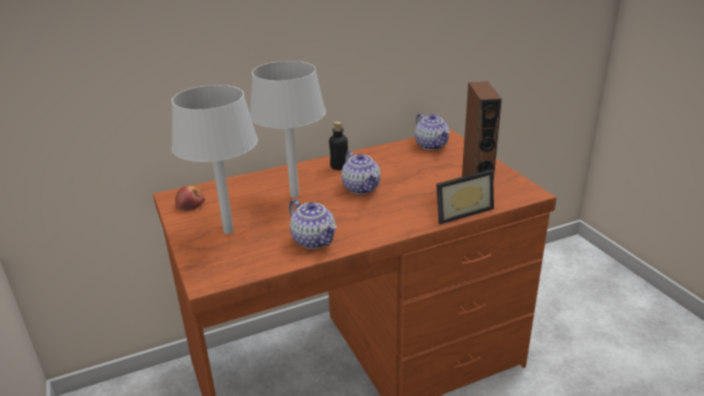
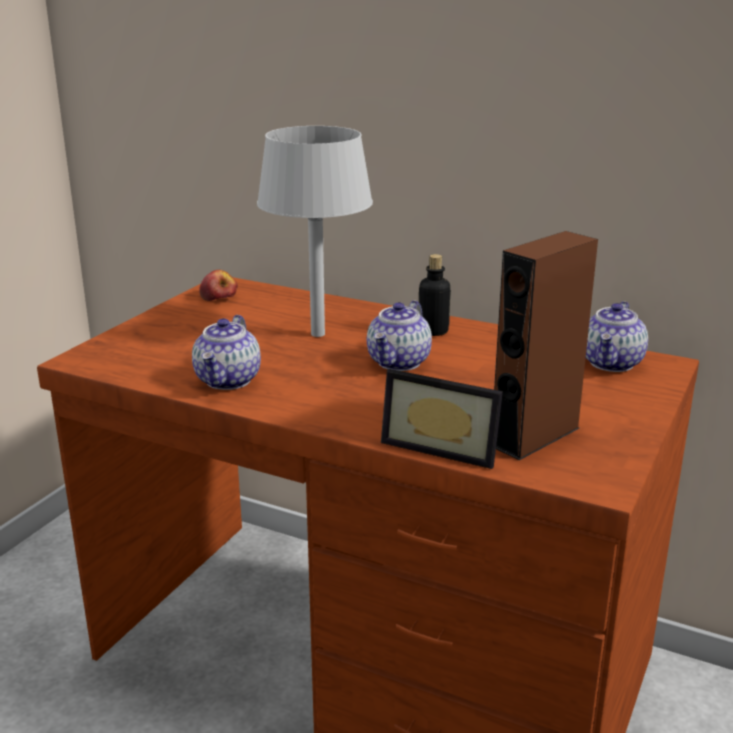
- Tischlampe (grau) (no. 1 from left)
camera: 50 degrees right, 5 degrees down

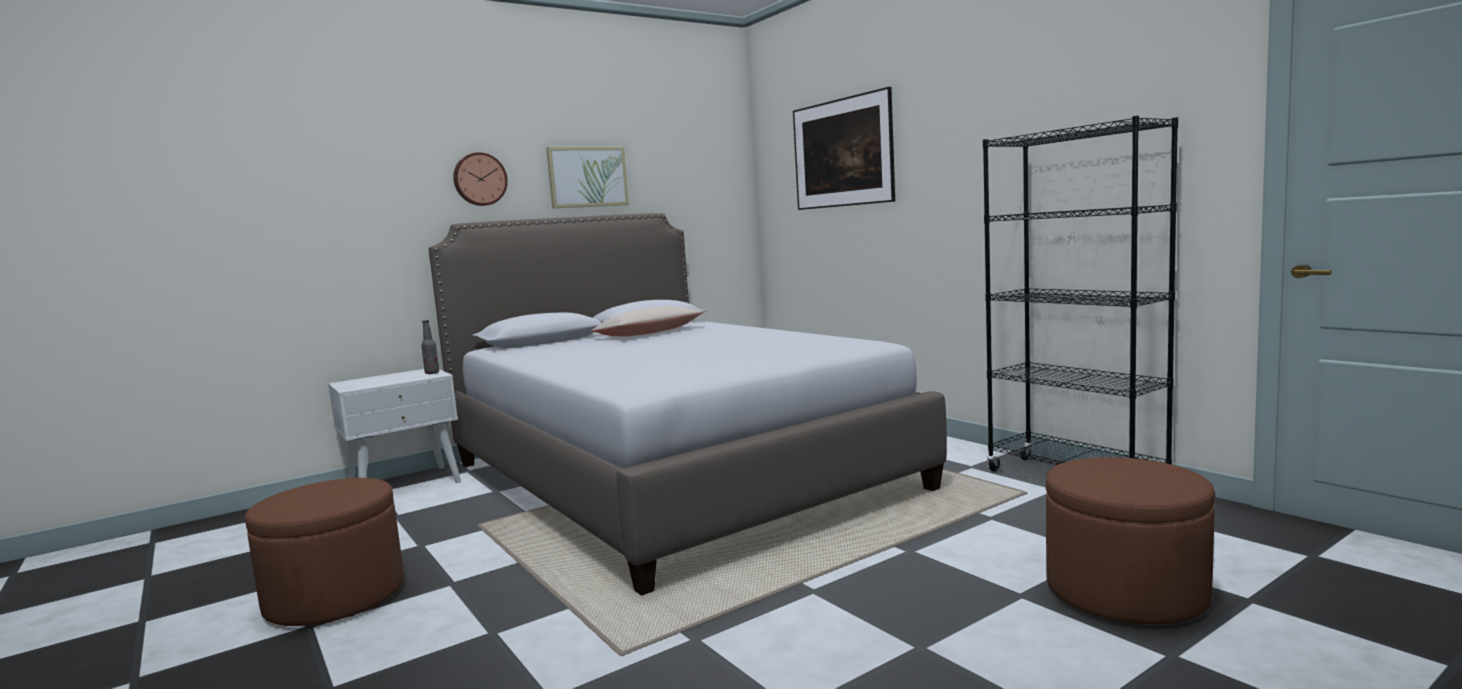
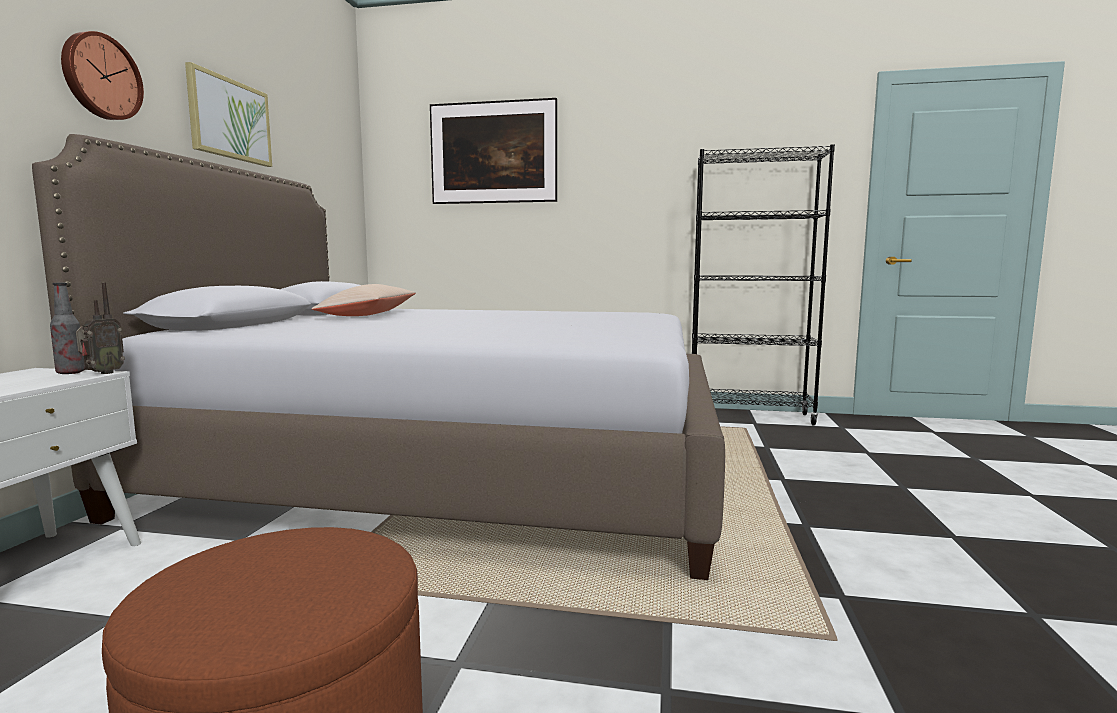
- Polsterhocker (braun) (no. 2 from left)
+ Radio
camera: 45 degrees left, 0 degrees up

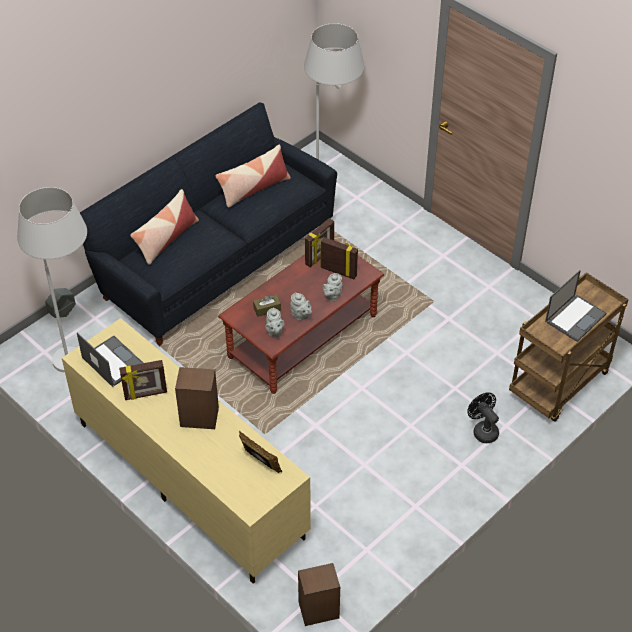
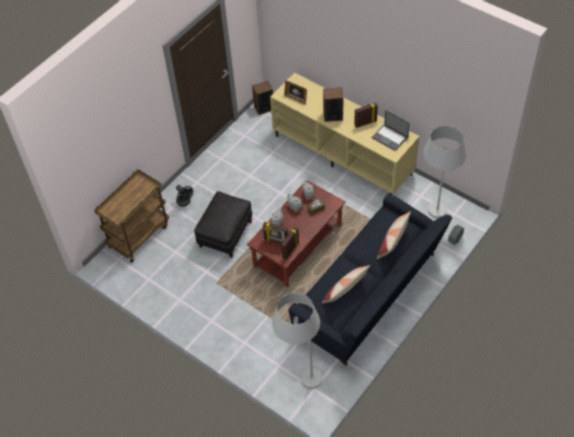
- Laptop (no. 2 from left)
+ Polsterhocker (schwarz)
camera: 175 degrees right, 5 degrees up

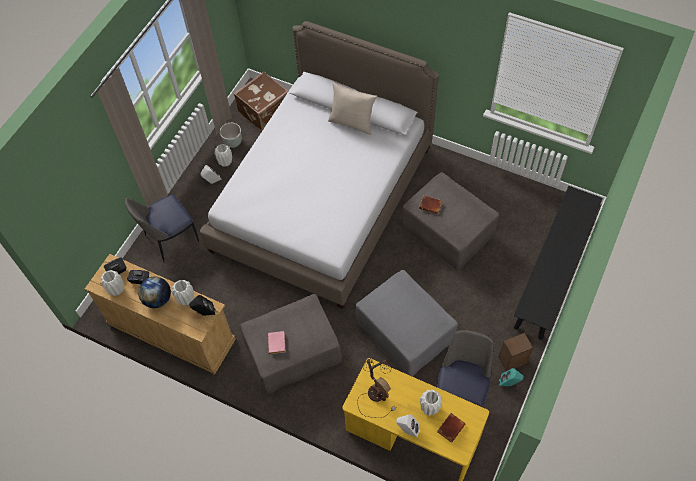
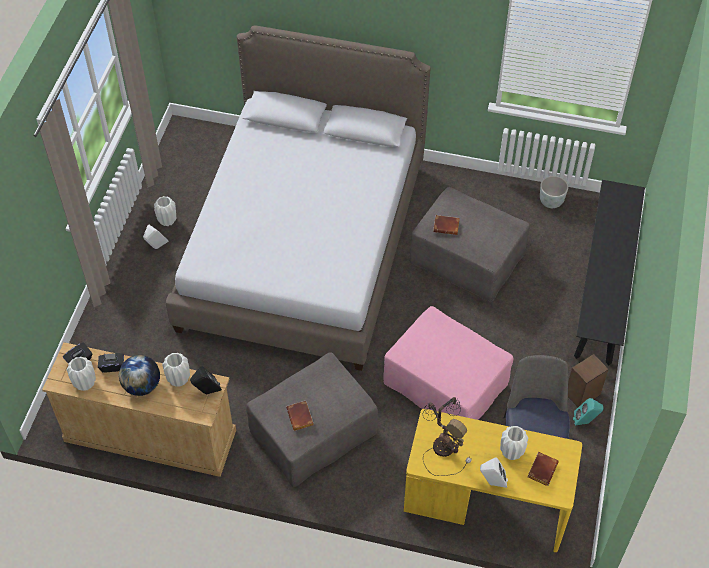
- Koffer (braun)
- Kissen (beige)
~ Pflanzkübel (grau)
- Stuhl (no. 1 from left)
~ Polsterhocker (grau) (no. 2 from left) to Polsterhocker (rosa)
~ Buch (rosa) to Buch (braun) (no. 1 from left)
camera: 15 degrees left, 5 degrees down

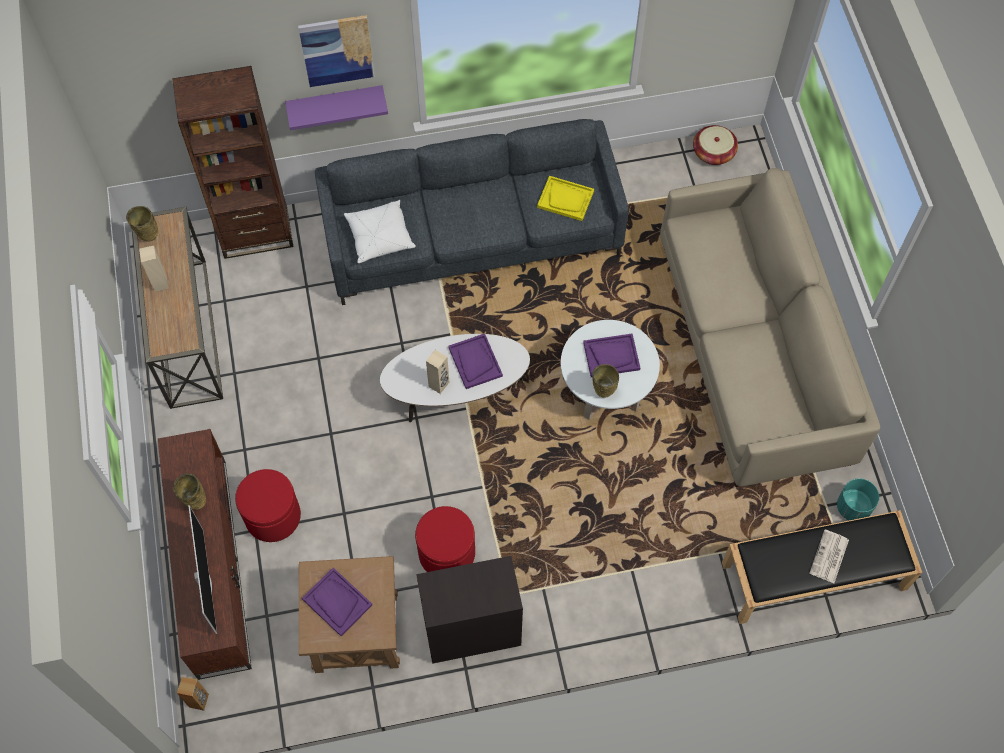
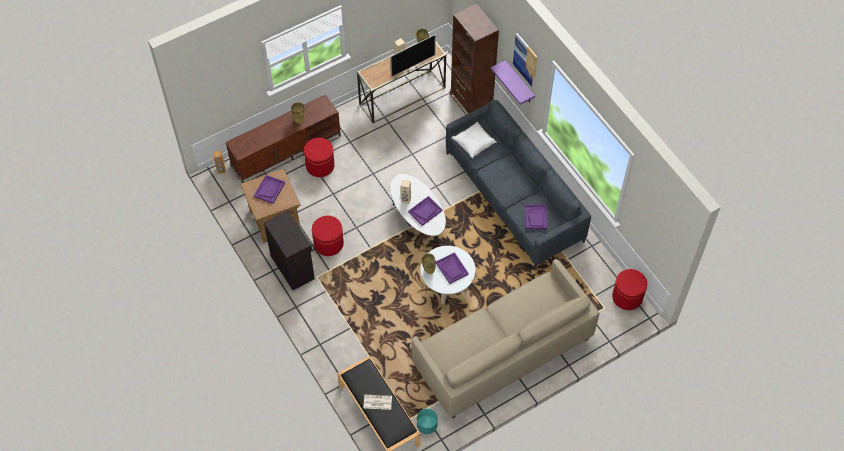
~ Korb to Polsterhocker (rot) (no. 3 from left)
~ Tablett (gelb) to Tablett (lila) (no. 4 from left)
~ Fernseher
camera: 70 degrees right, 5 degrees down

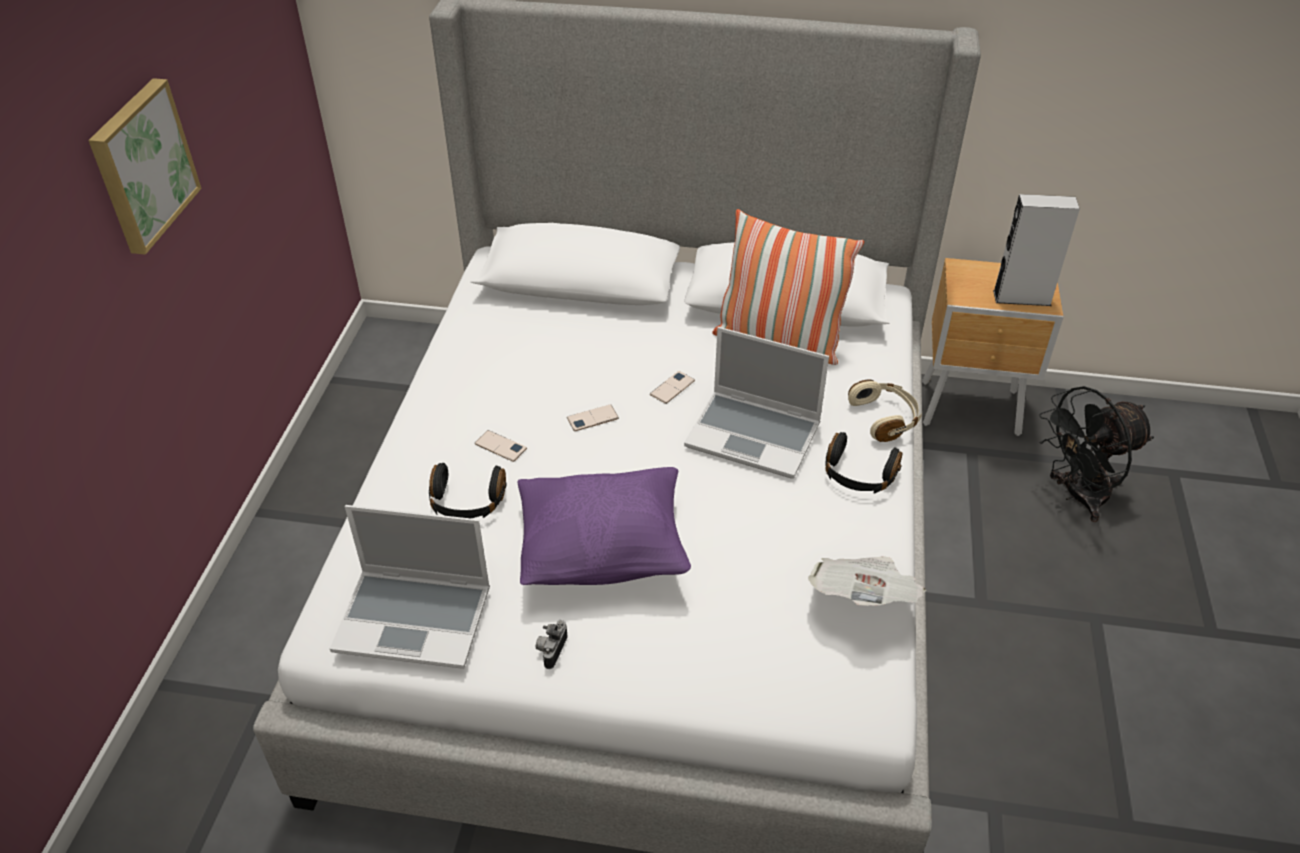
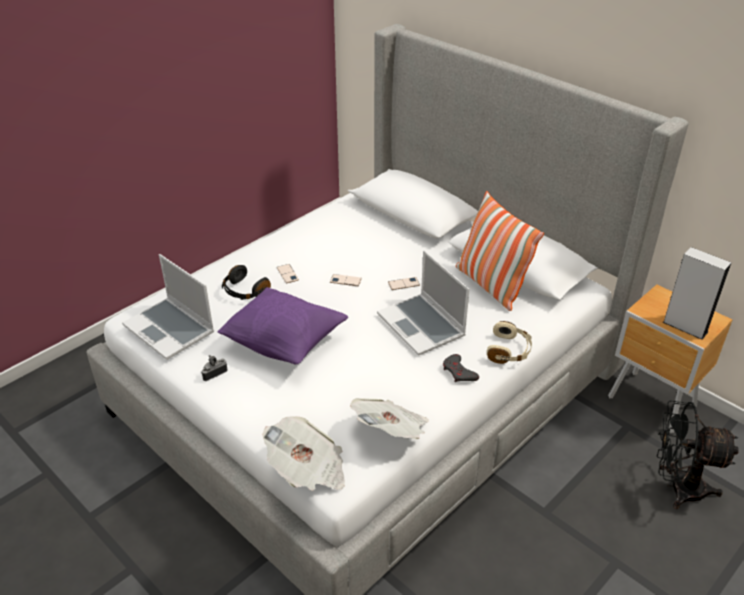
- Bild
~ Kopfhörer (schwarz) (no. 2 from left) to Gamepad (grau)
+ Zeitung (no. 1 from left)
camera: 35 degrees right, 5 degrees down

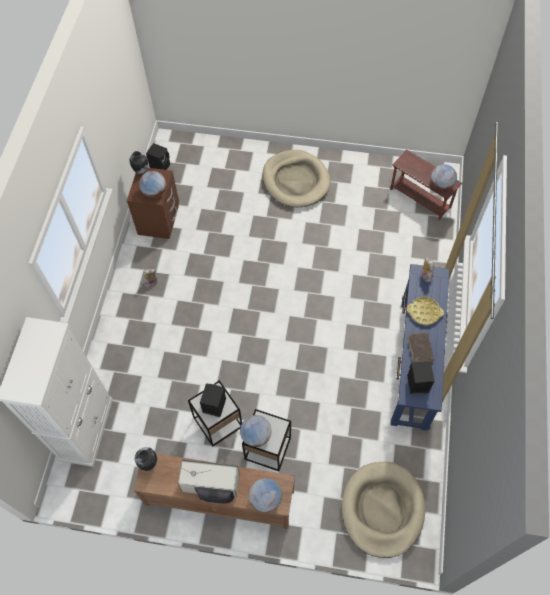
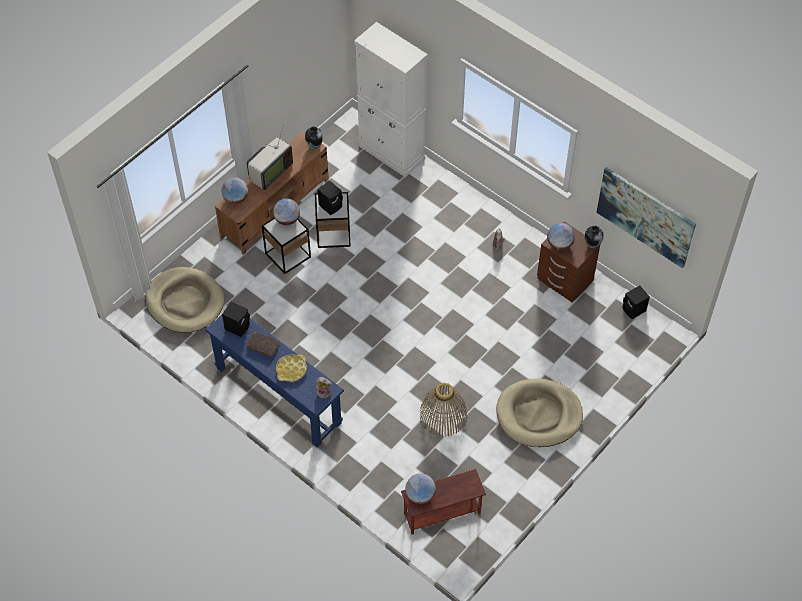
+ Bild
+ Korb
camera: 120 degrees right, 5 degrees down

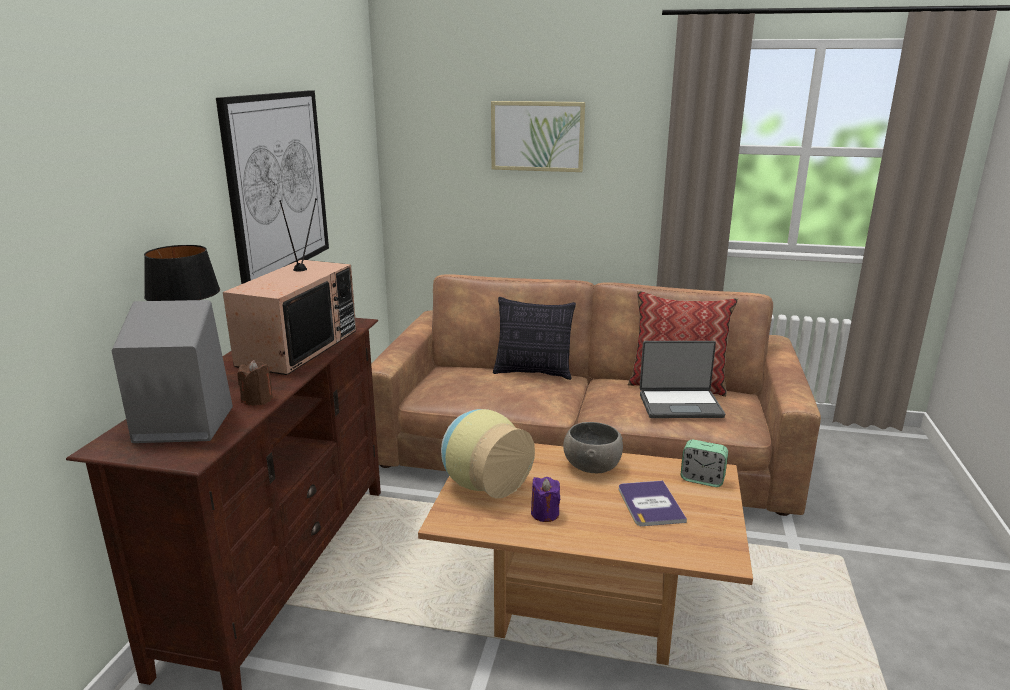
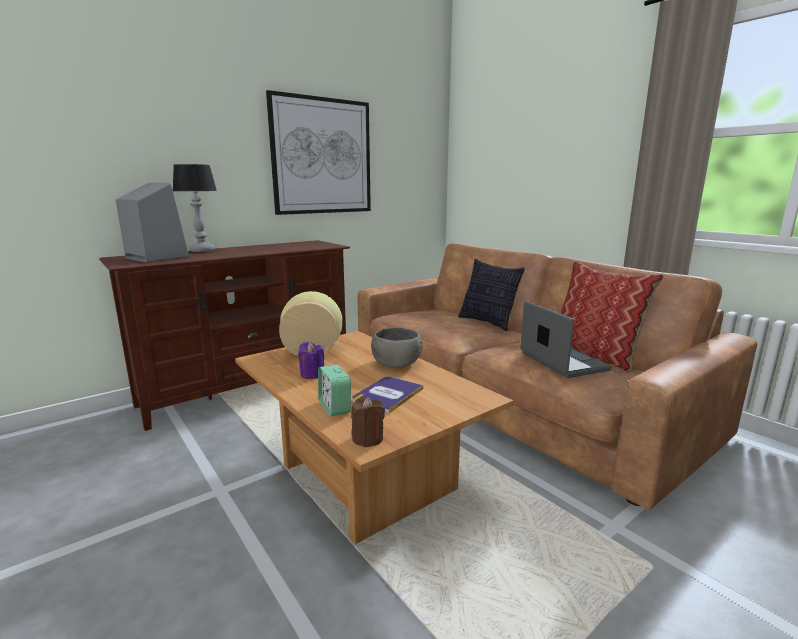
- Bild (no. 2 from left)
- Fernseher
~ Laptop 150 degrees counterclockwise
~ Kerze (braun)
~ Wecker
camera: 40 degrees right, 5 degrees down

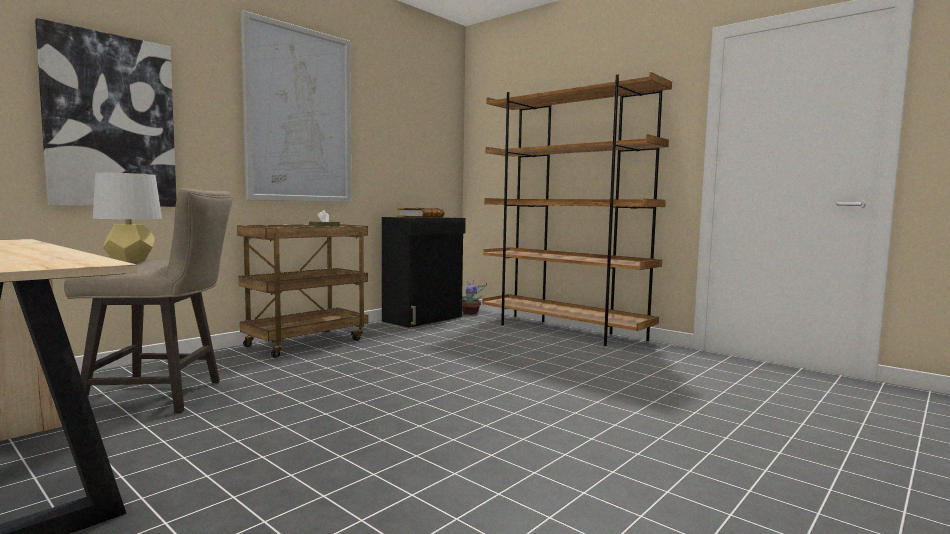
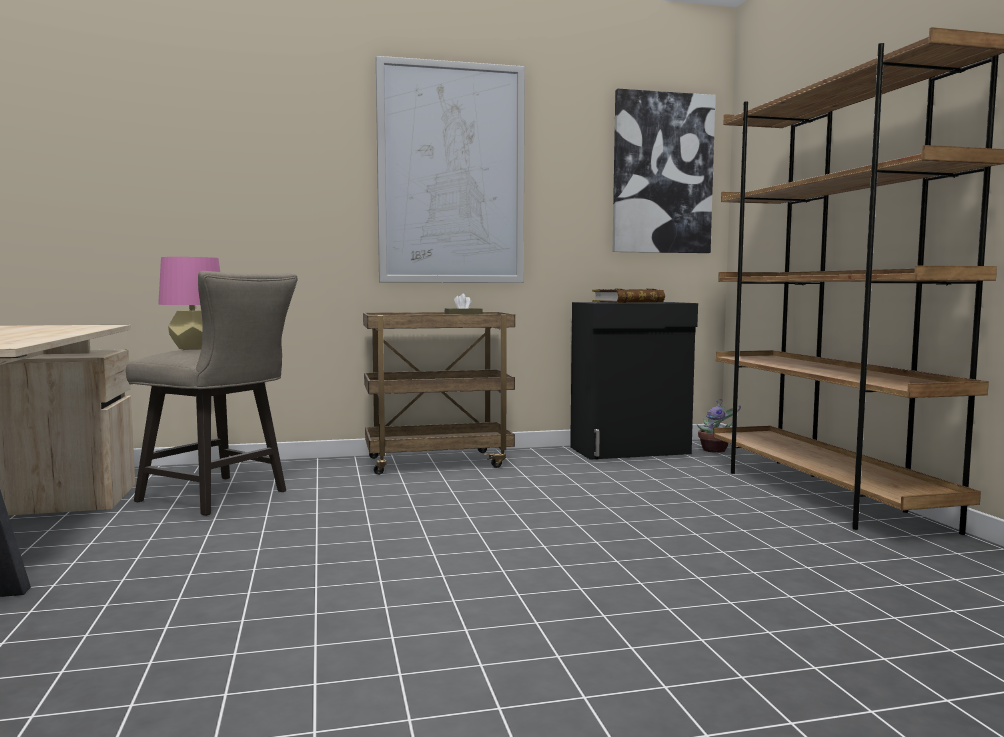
~ Bild (no. 1 from left in the first image) to Bild (no. 2 from left)
~ Tischlampe (grau) to Tischlampe (rosa)
camera: 35 degrees right, 0 degrees up

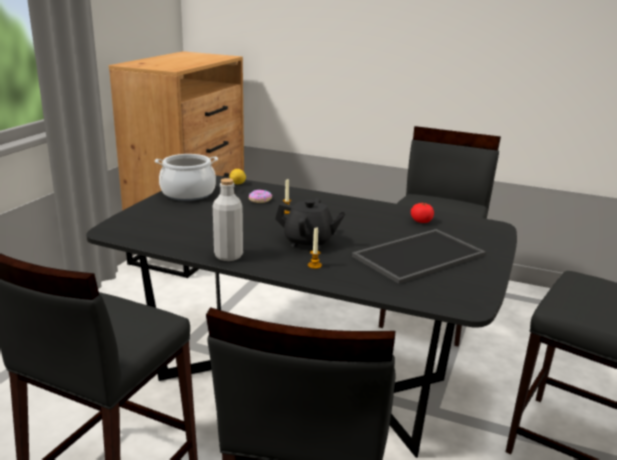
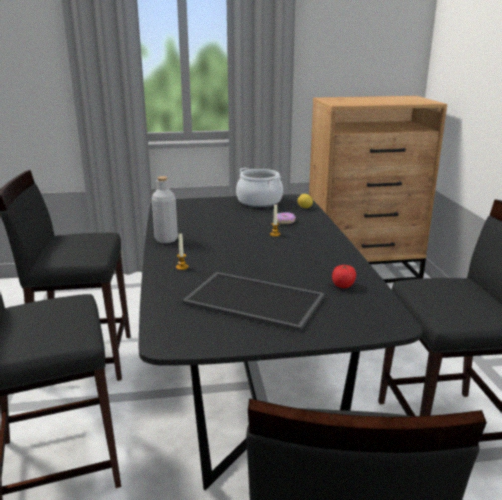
- Teekanne (schwarz)
camera: 60 degrees right, 0 degrees up

